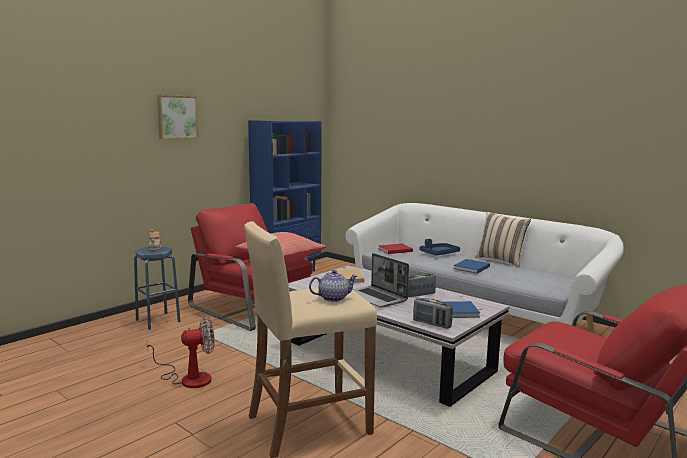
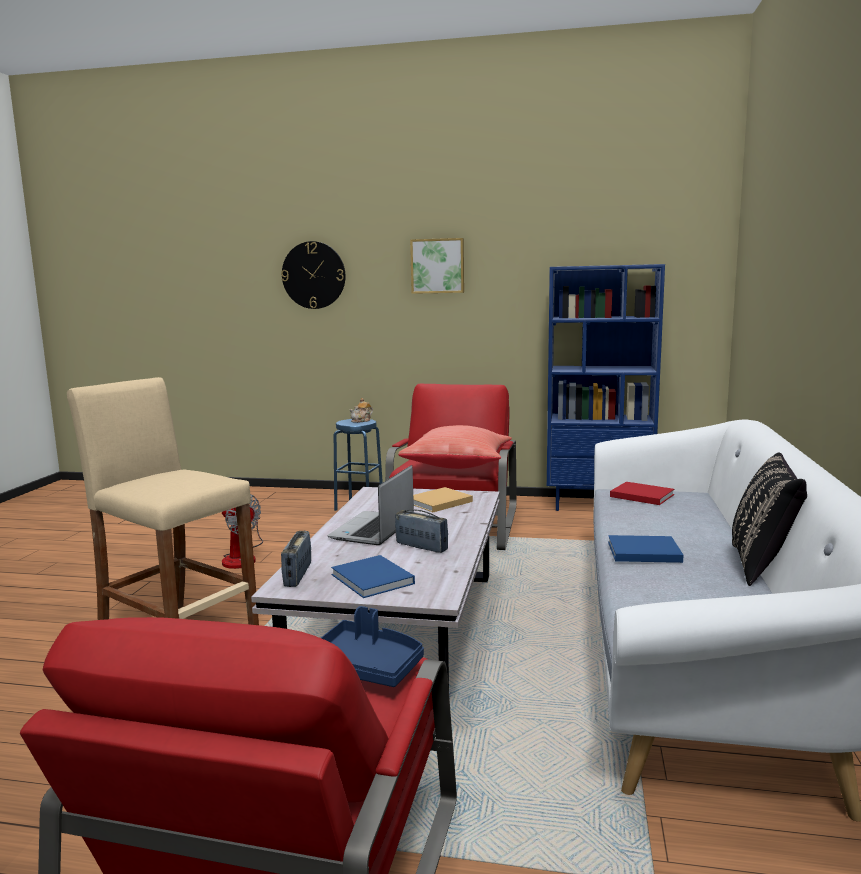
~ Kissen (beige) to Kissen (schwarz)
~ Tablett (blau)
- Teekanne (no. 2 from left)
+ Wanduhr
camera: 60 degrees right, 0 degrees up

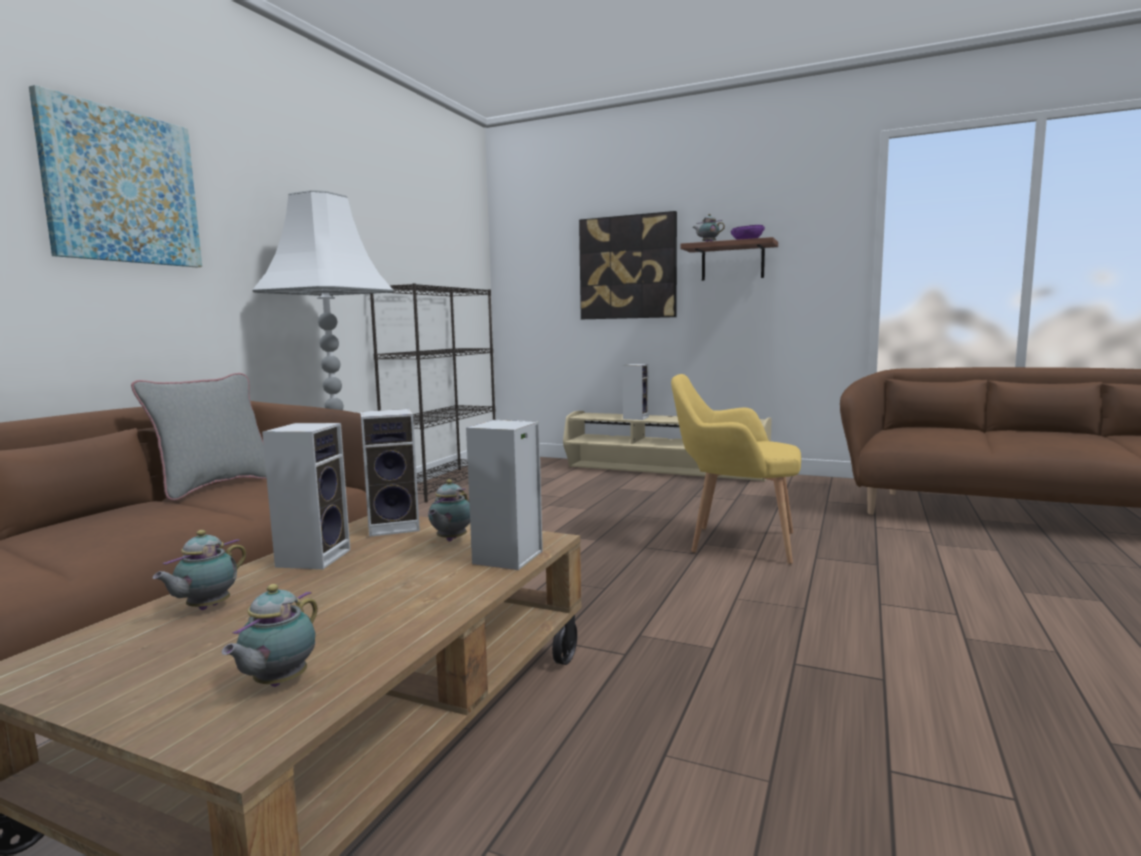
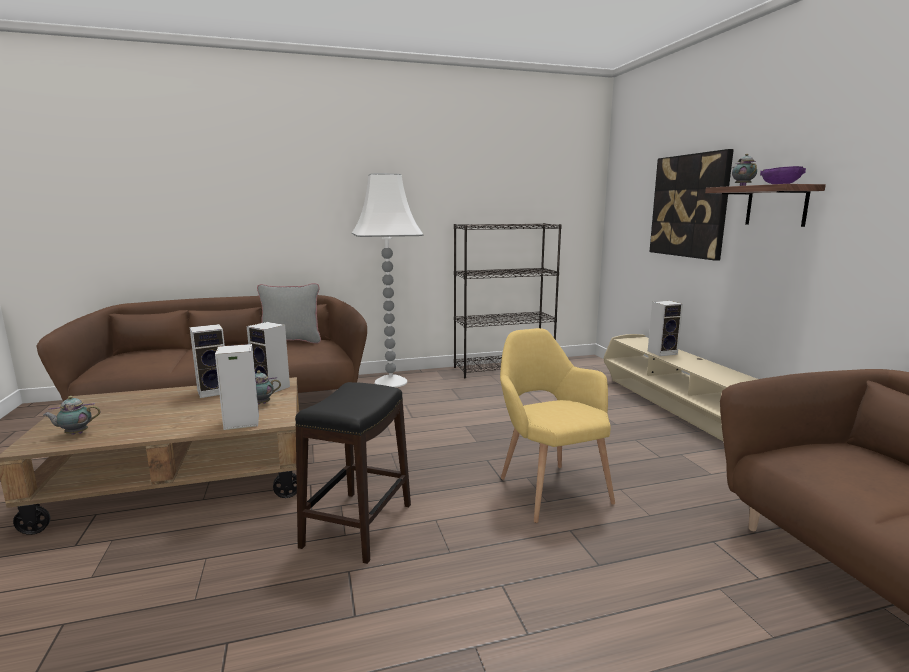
- Bild (no. 1 from left)
- Teekanne (no. 1 from left)
+ Hocker (schwarz)
camera: 50 degrees right, 5 degrees up

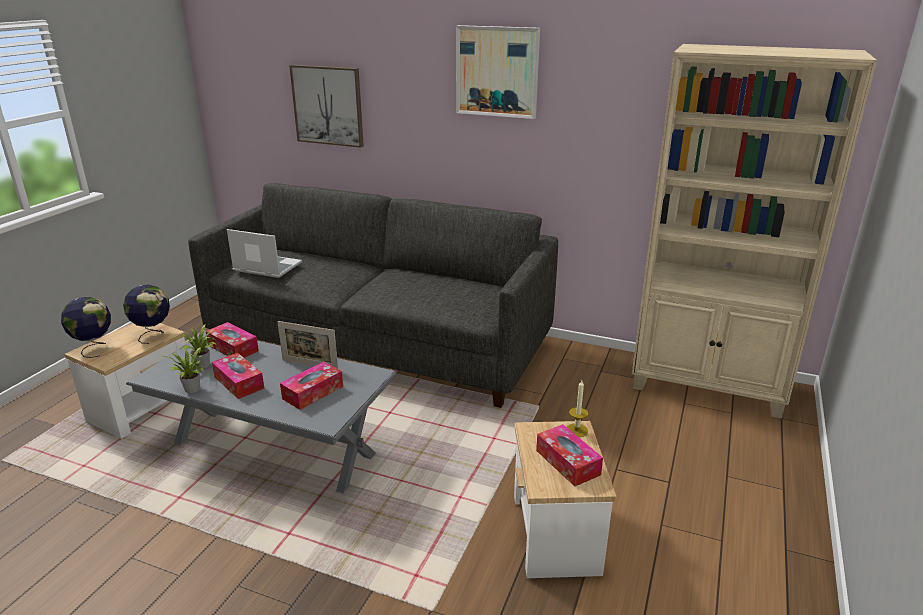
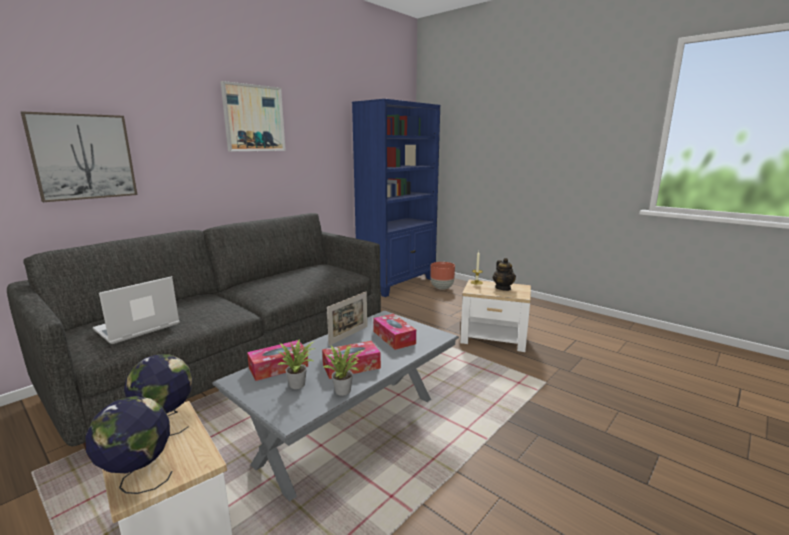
~ Bücherregal (beige) to Bücherregal (blau)
~ Taschentuchbox (no. 4 from left) to Teekanne
+ Pflanzkübel (braun)
camera: 70 degrees left, 10 degrees down

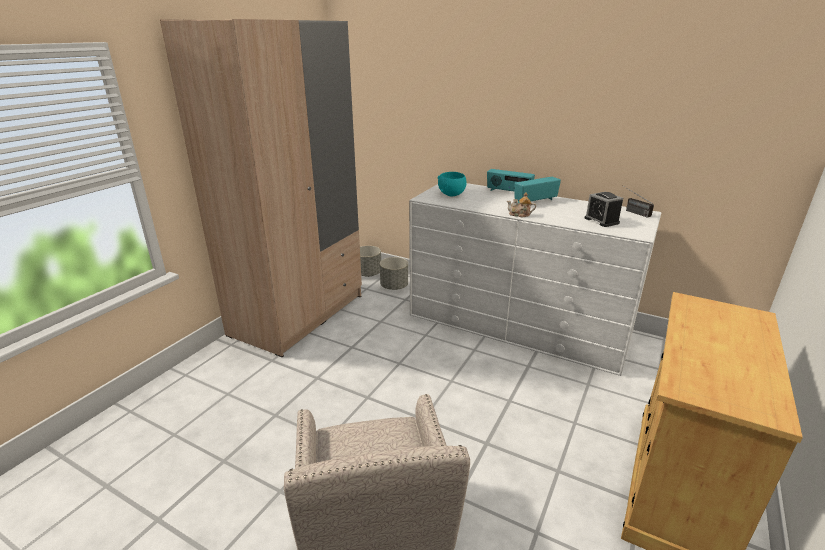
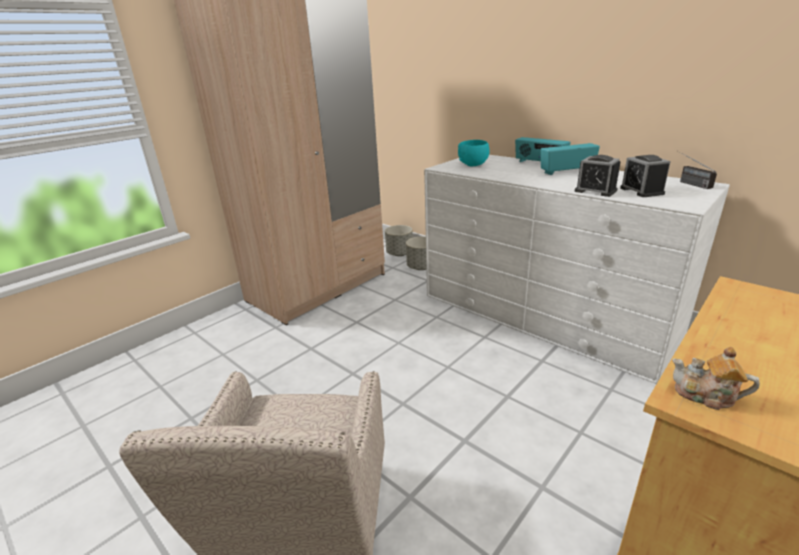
~ Teekanne
+ Wecker (no. 1 from left)
camera: 15 degrees right, 0 degrees up

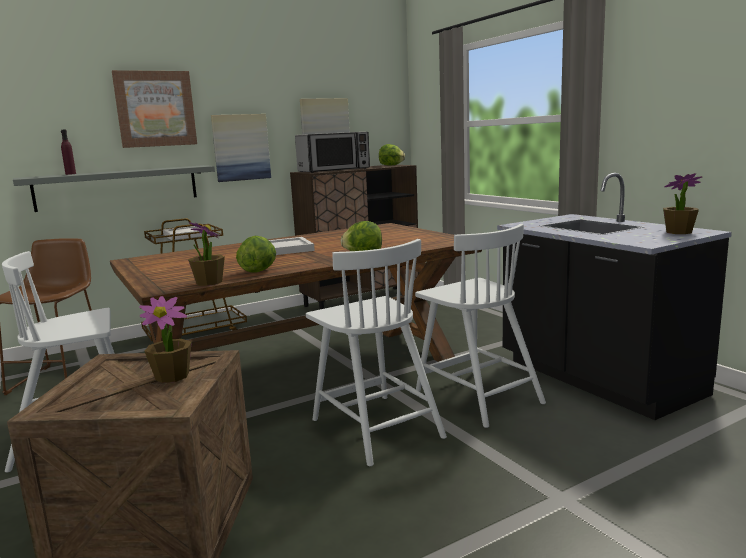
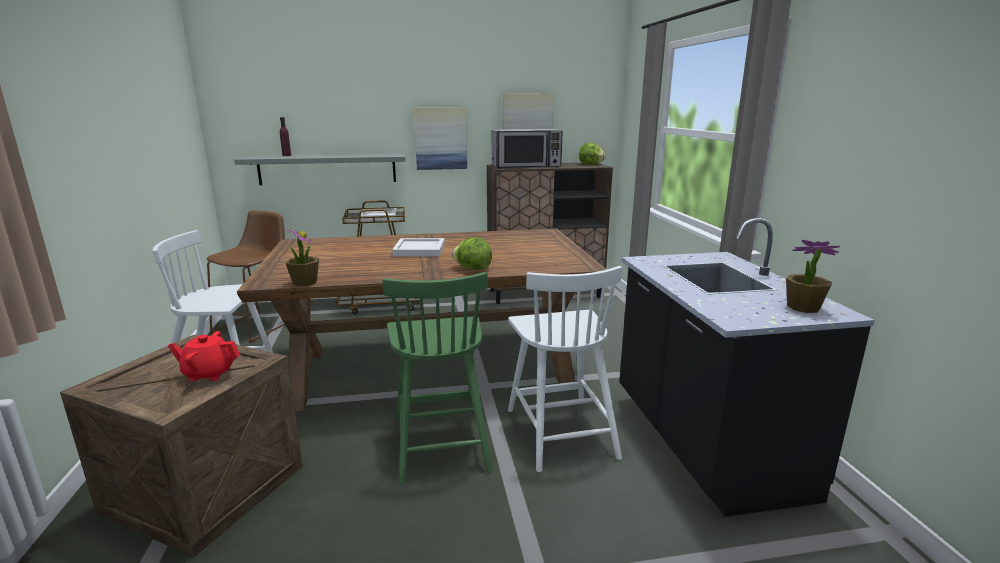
- Bild (no. 1 from left)
- Salatkopf (no. 1 from left)
~ Stuhl (weiß) (no. 2 from left) to Stuhl (grün)
~ Topfpflanze (no. 1 from left) to Teekanne (rot)
camera: 20 degrees right, 5 degrees up

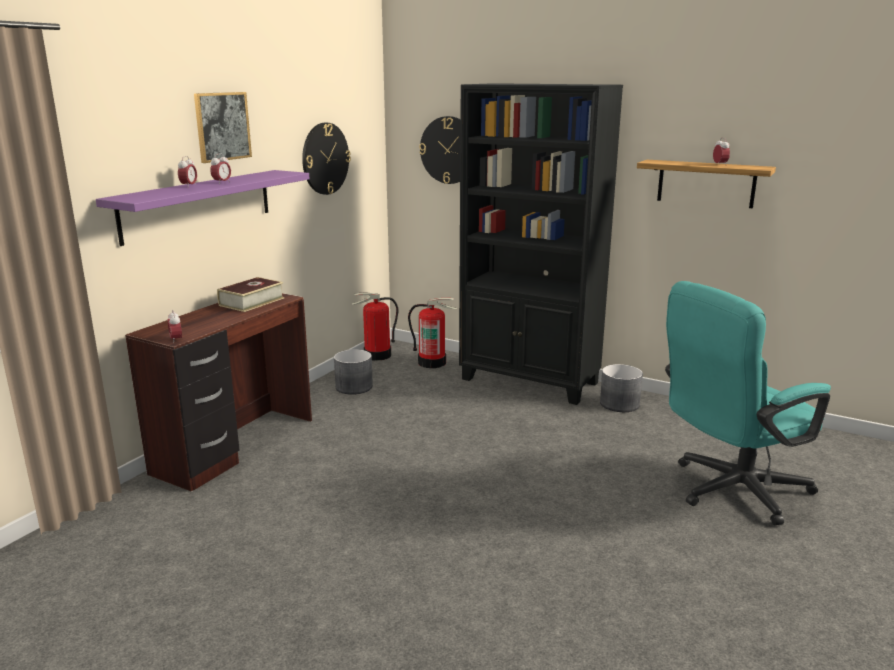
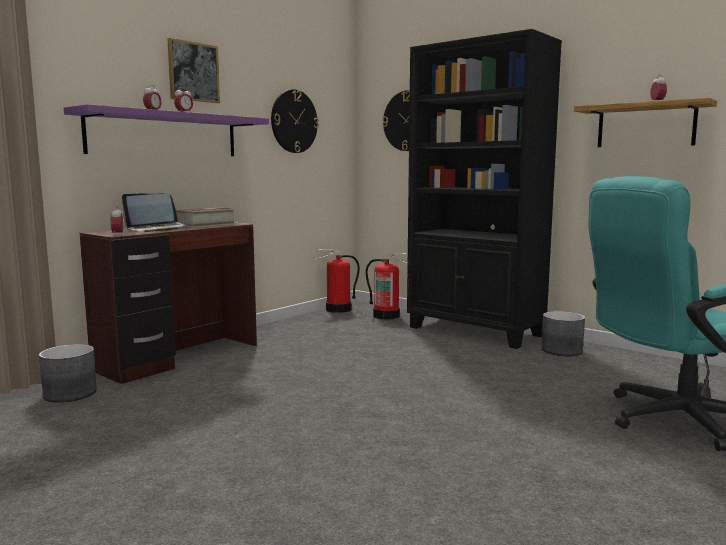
~ Pflanzkübel (grau) (no. 1 from left)
+ Laptop
camera: 10 degrees right, 10 degrees down

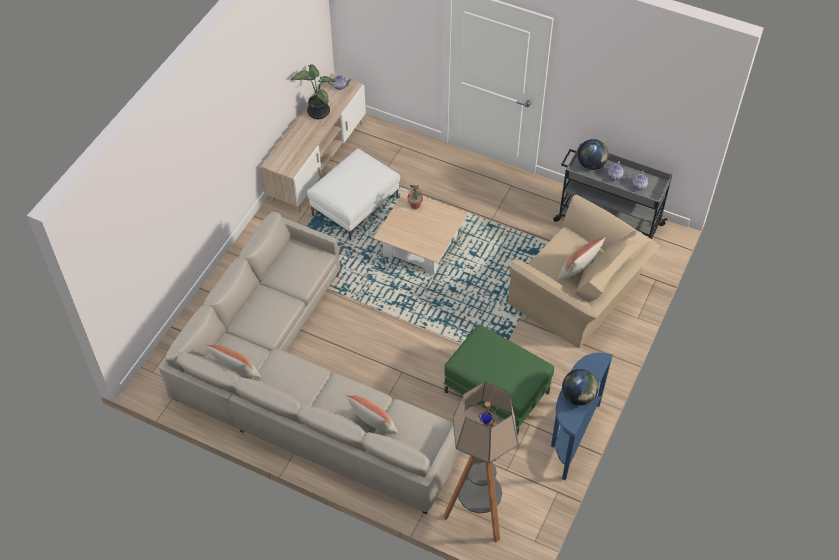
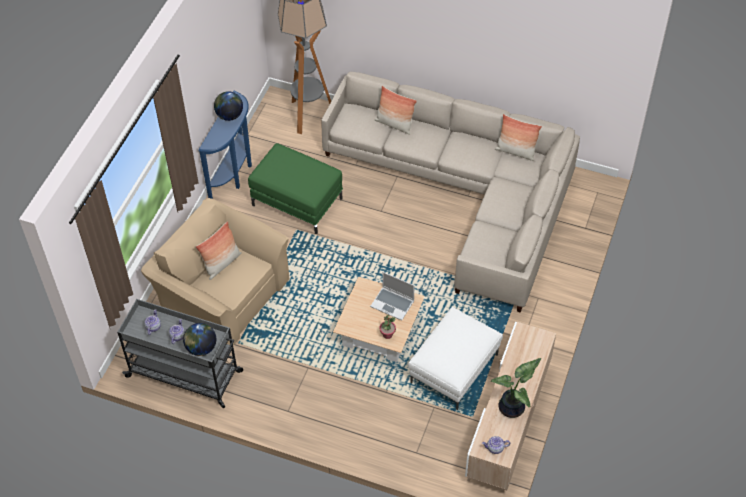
+ Laptop
camera: 175 degrees right, 0 degrees up

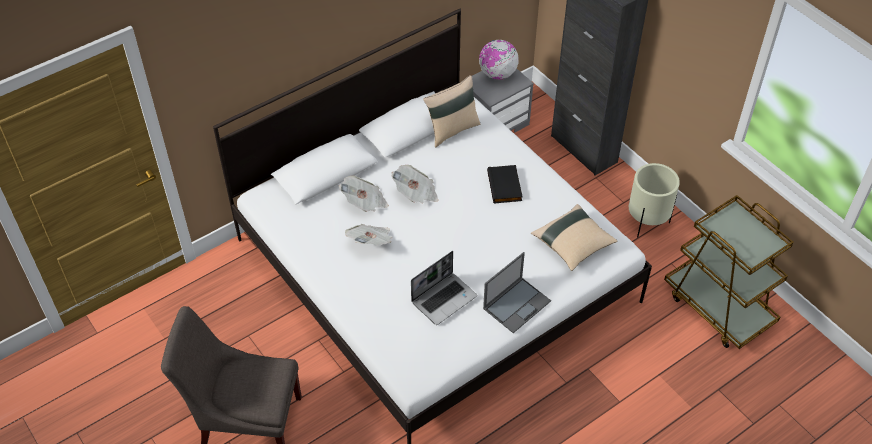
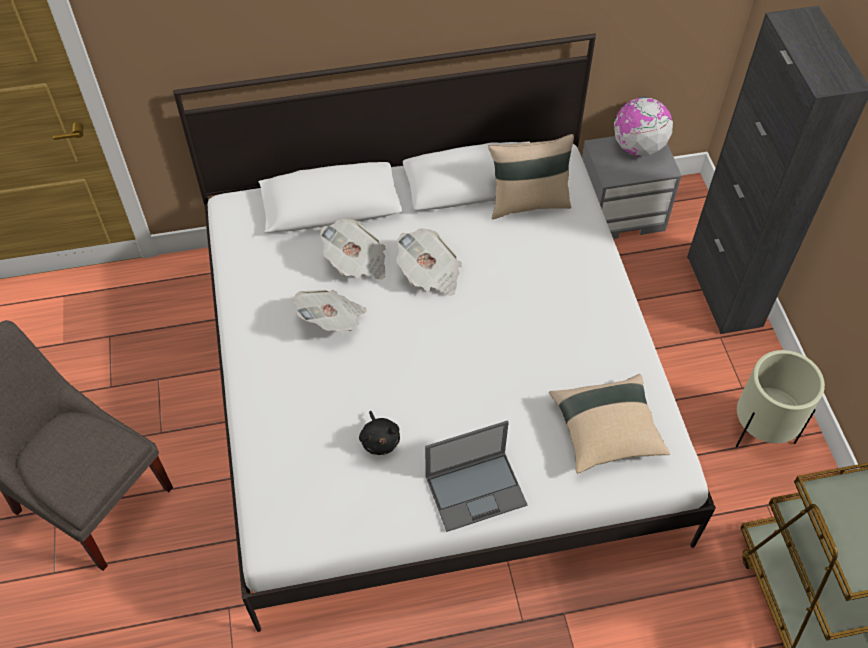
- Buch (schwarz)
~ Laptop (no. 1 from left) to Plüschtier (schwarz)
camera: 25 degrees right, 5 degrees up

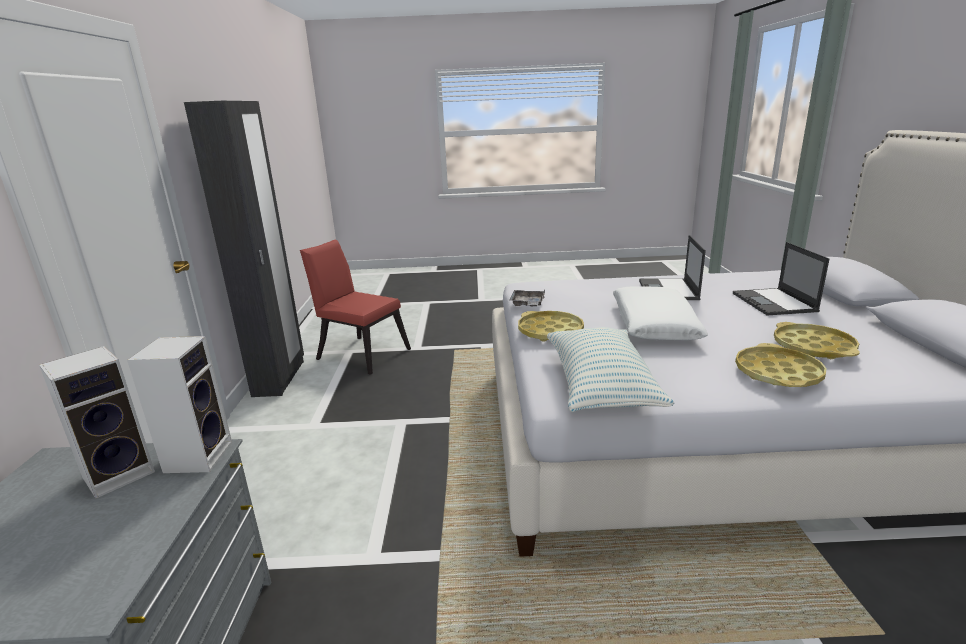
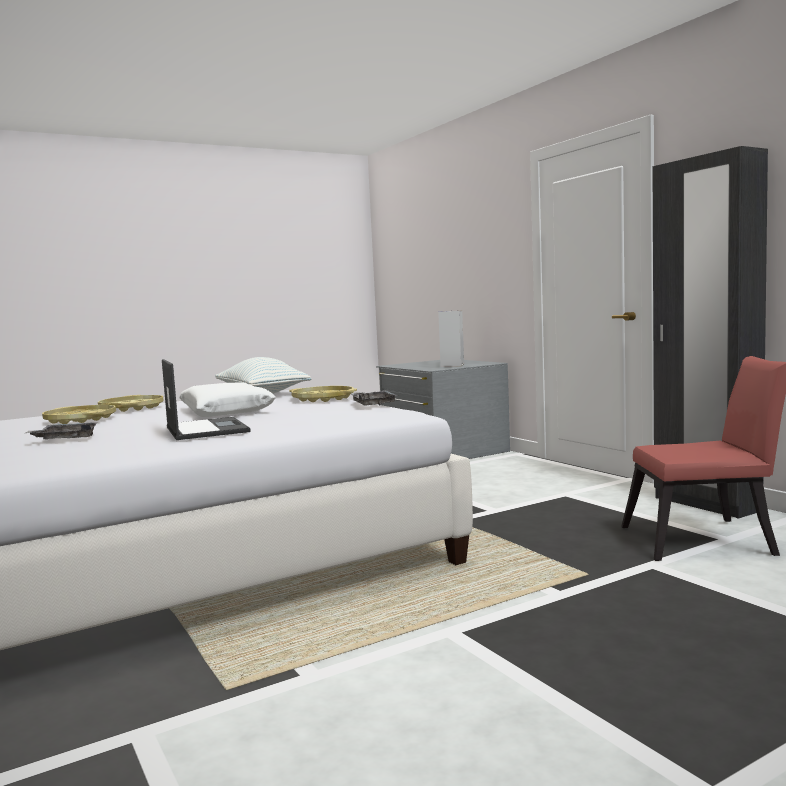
~ Laptop (no. 2 from left) to Tablett (grau) (no. 1 from left)
- Lautsprecher (no. 2 from left)
camera: 150 degrees right, 15 degrees down

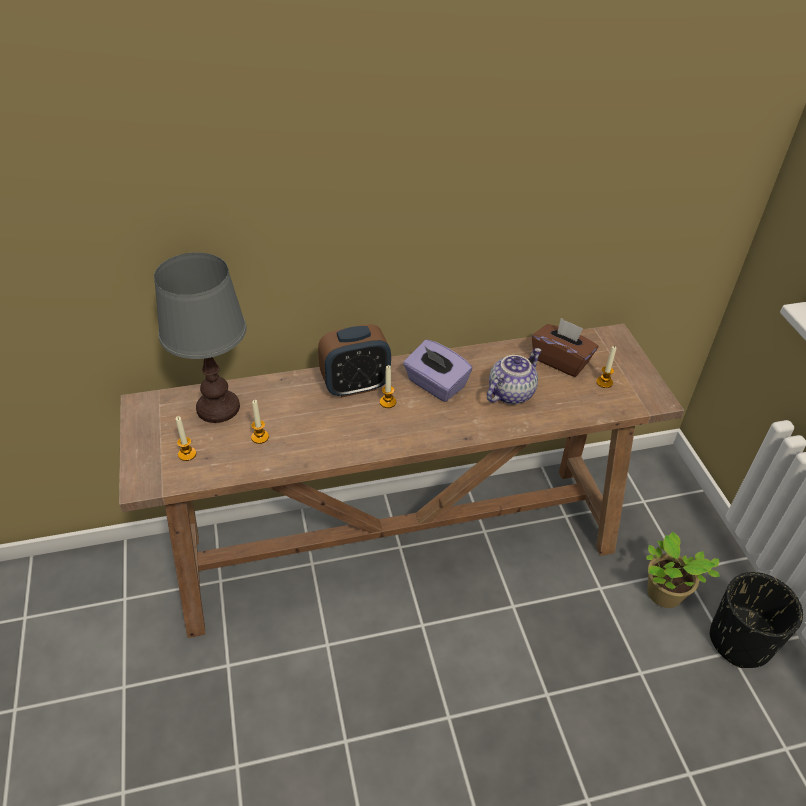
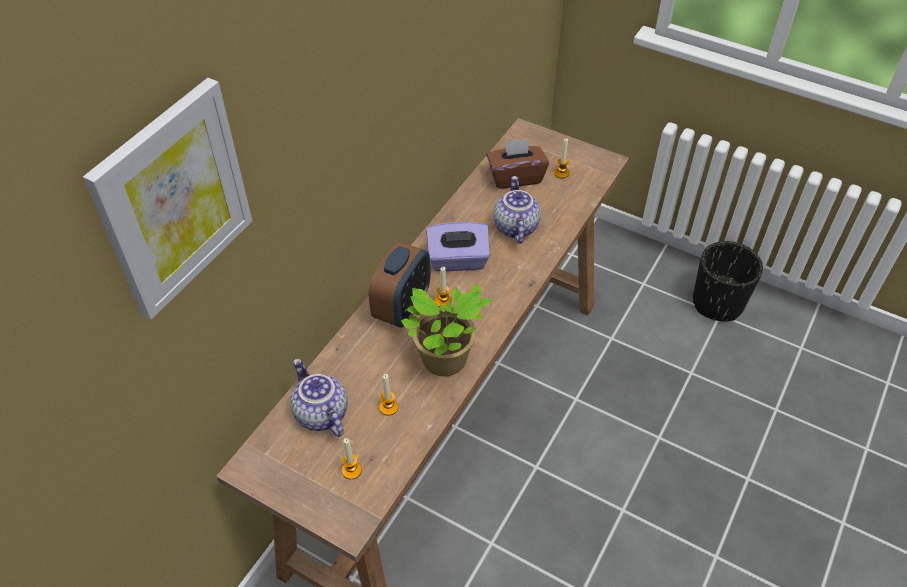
~ Tischlampe (grau) to Teekanne (no. 1 from left)
~ Topfpflanze
+ Bild
camera: 45 degrees left, 5 degrees up

